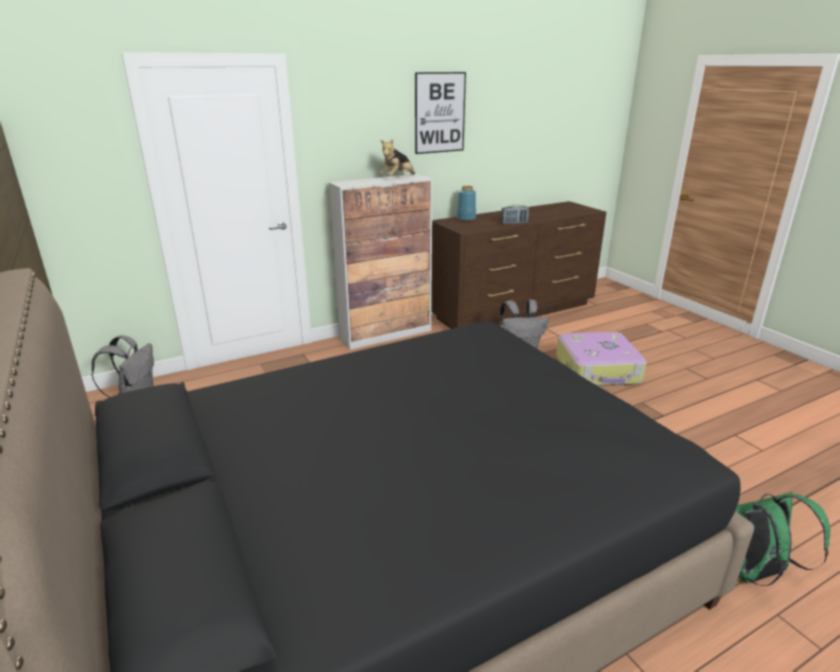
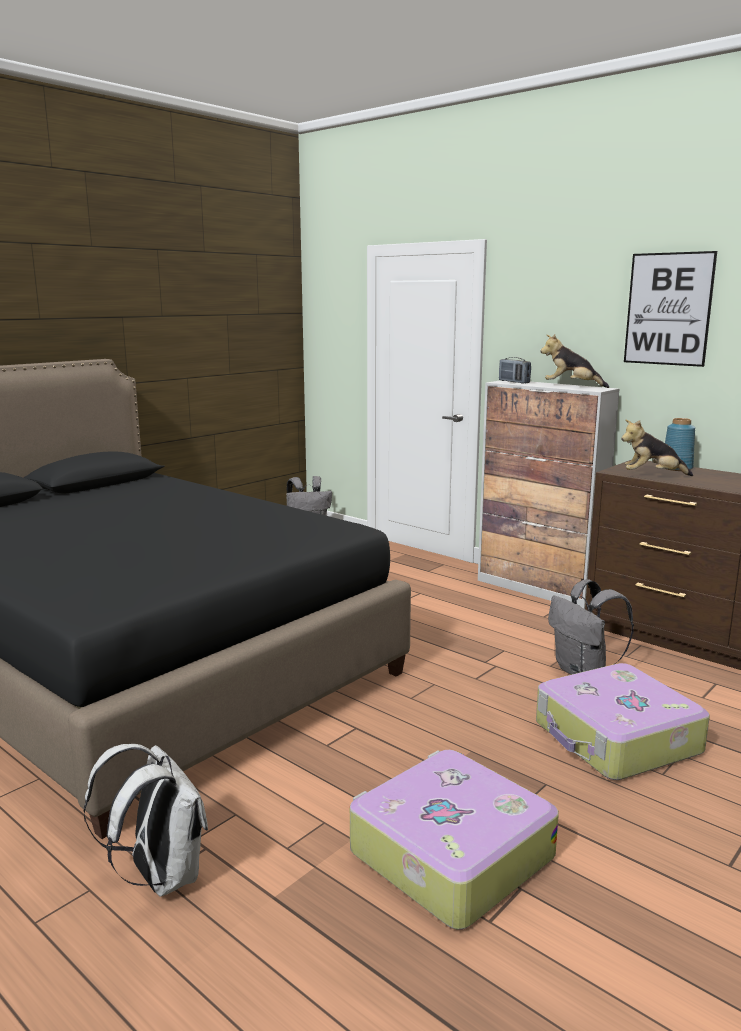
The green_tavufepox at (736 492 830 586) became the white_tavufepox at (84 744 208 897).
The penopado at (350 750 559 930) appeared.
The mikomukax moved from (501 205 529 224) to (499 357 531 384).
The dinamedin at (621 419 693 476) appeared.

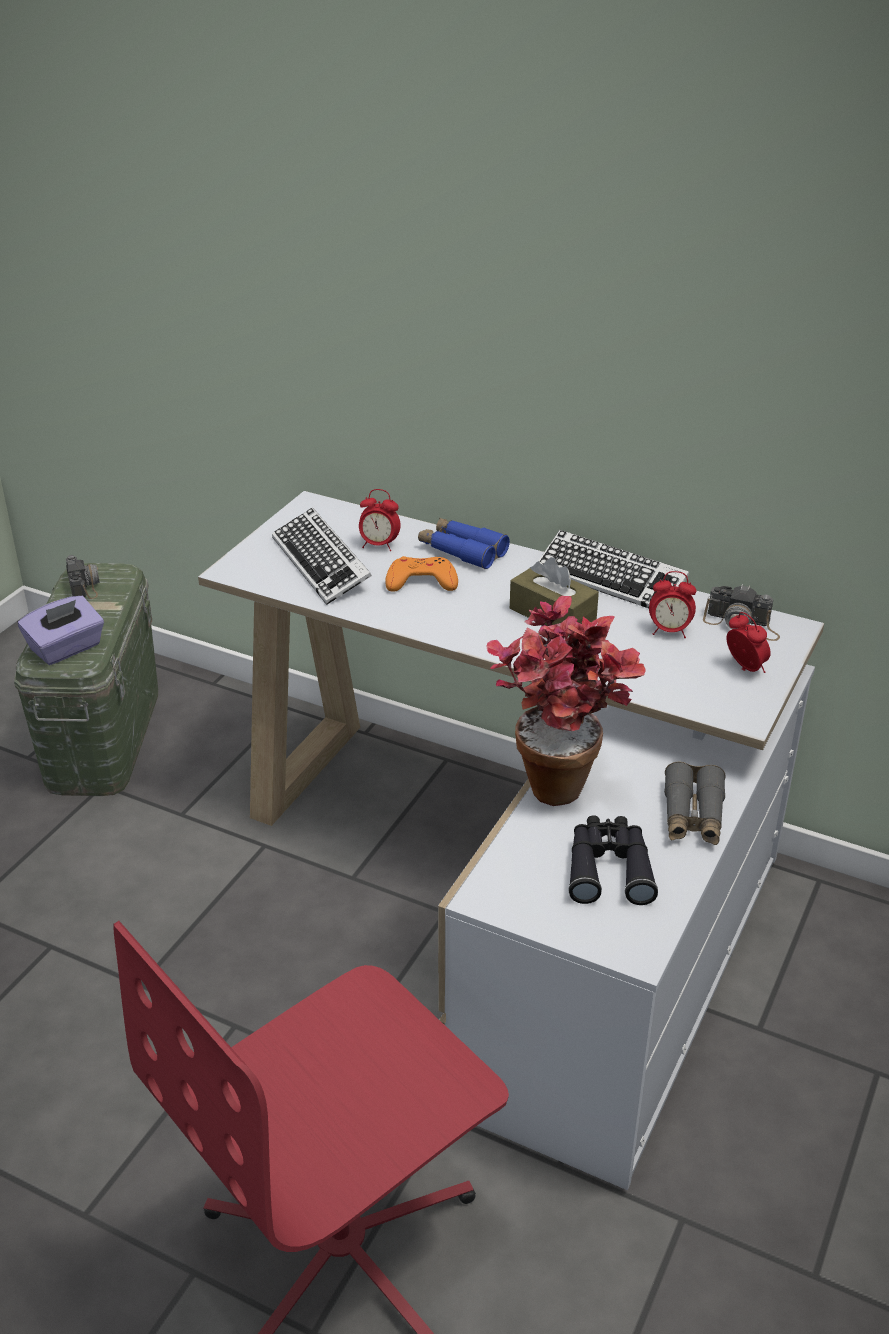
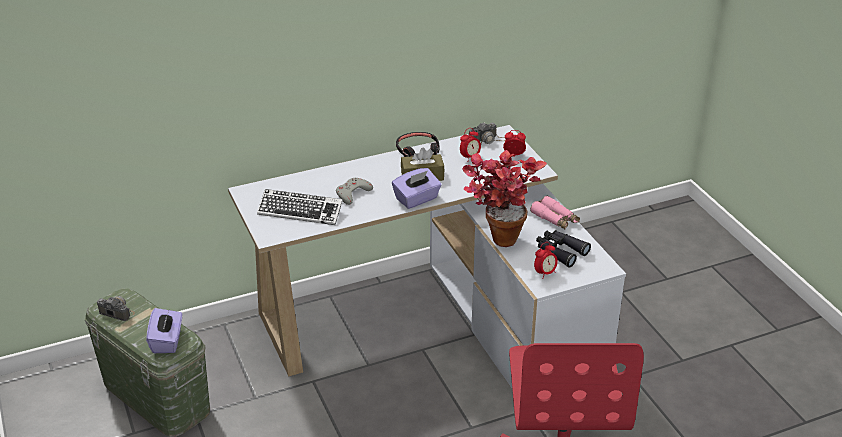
The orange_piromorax at (385 556 458 592) became the grey_piromorax at (336 178 373 205).
The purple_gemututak at (392 168 442 209) appeared.
The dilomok at (539 530 689 608) was replaced by the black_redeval at (396 132 439 157).
The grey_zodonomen at (664 762 726 845) became the pink_zodonomen at (530 196 580 229).
The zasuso moved from (359 489 401 551) to (534 242 558 279).
The blue_zodonomen at (418 518 510 569) disappeared.

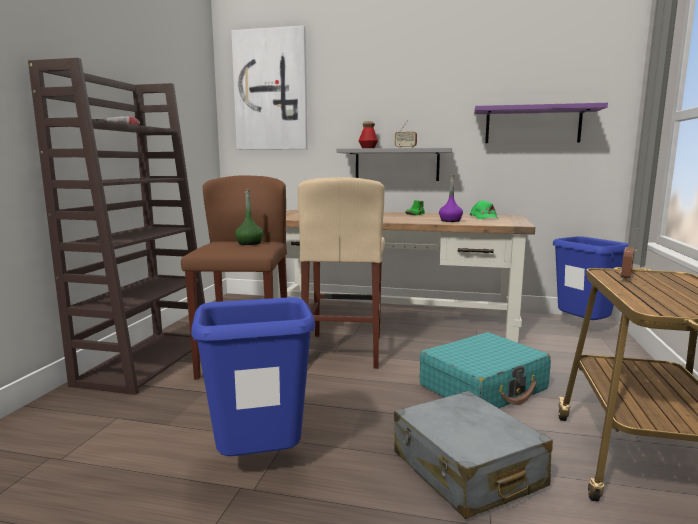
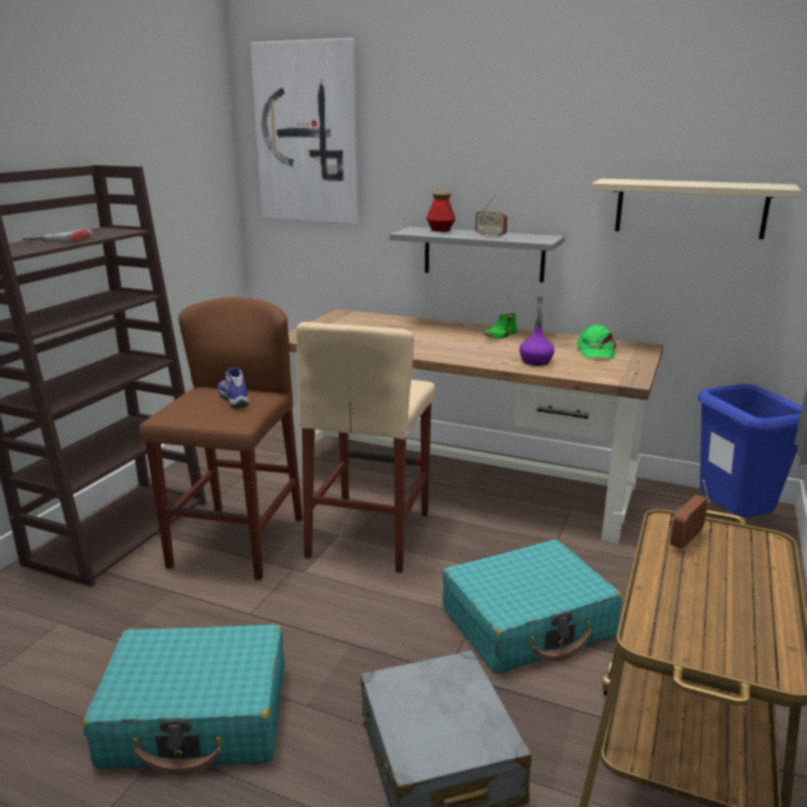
The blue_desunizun at (191 297 315 456) was replaced by the turquoise_penopado at (83 625 285 775).
The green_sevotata at (235 189 264 245) was replaced by the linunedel at (218 367 249 408).
The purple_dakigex at (474 103 608 143) became the beige_dakigex at (591 178 801 239).

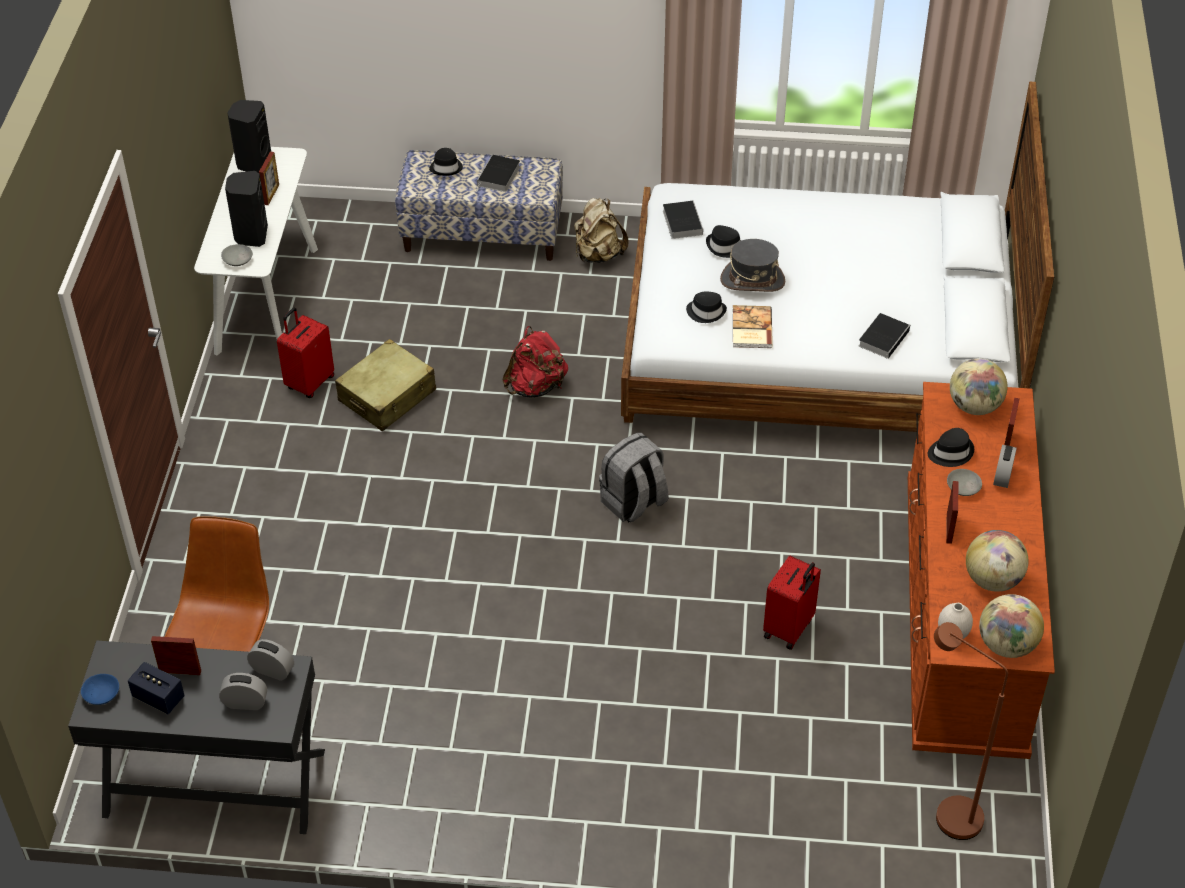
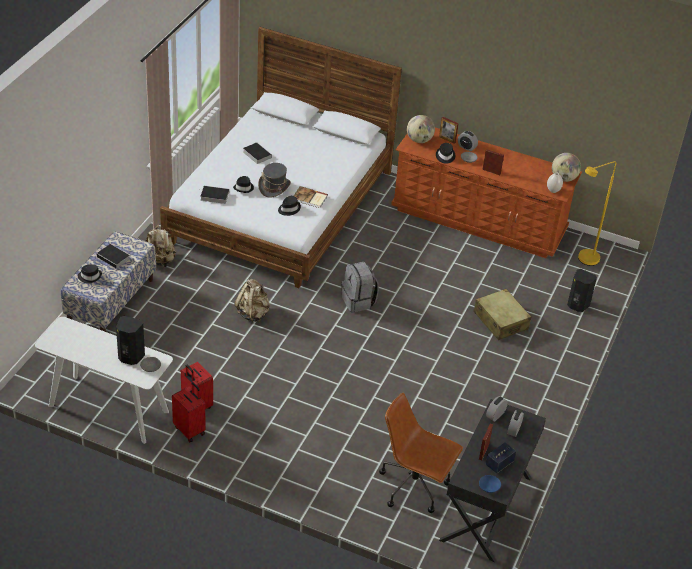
The red_penopado moved from (763 556 821 650) to (172 382 206 442).
The red_tavufepox at (502 326 568 397) became the beige_tavufepox at (234 279 270 323).
The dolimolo moved from (858 313 910 359) to (243 142 272 164).
The beige_penopado moved from (335 339 436 431) to (473 289 531 340).
The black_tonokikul moved from (227 100 271 173) to (567 269 597 312).
The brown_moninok at (934 622 1008 840) became the yellow_moninok at (578 161 616 266).
The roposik at (259 152 279 205) disappeared.
The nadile at (966 530 1028 592) disappeared.

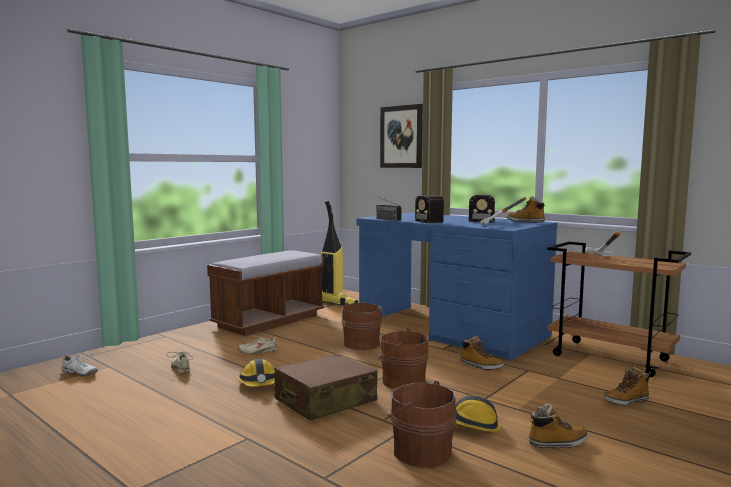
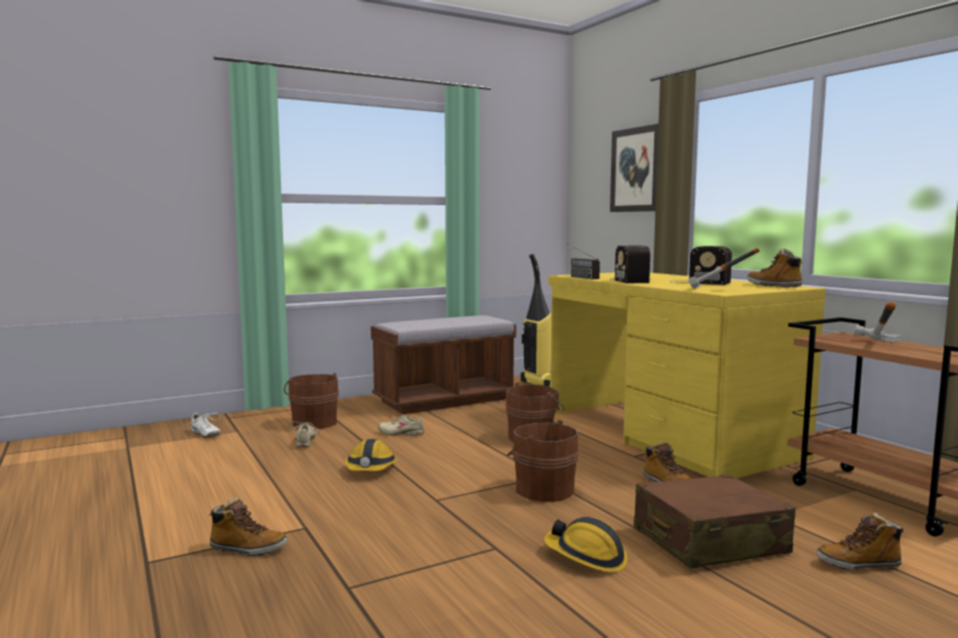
The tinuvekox moved from (529 404 588 448) to (209 497 287 556).
The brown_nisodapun moved from (385 381 457 468) to (284 373 339 430).
The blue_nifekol at (357 212 557 361) became the yellow_nifekol at (548 272 826 478).
The brown_penopado moved from (274 354 378 421) to (634 474 796 569).

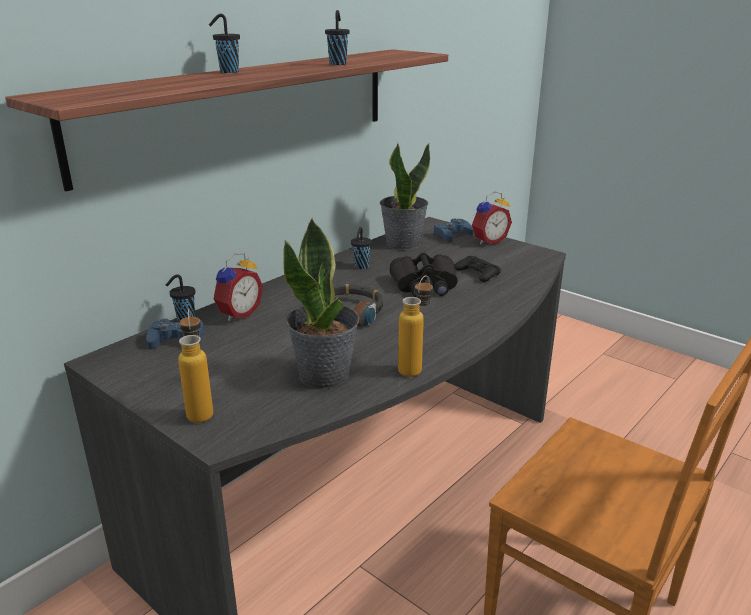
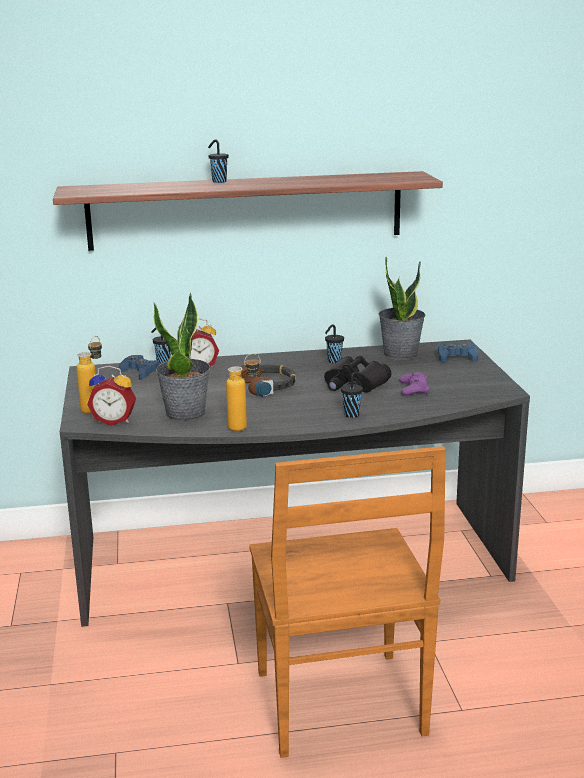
The zasuso moved from (472 191 512 245) to (87 365 136 426).
The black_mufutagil moved from (325 10 350 65) to (341 372 363 418).
The black_piromorax at (455 256 501 282) became the purple_piromorax at (399 372 429 395).

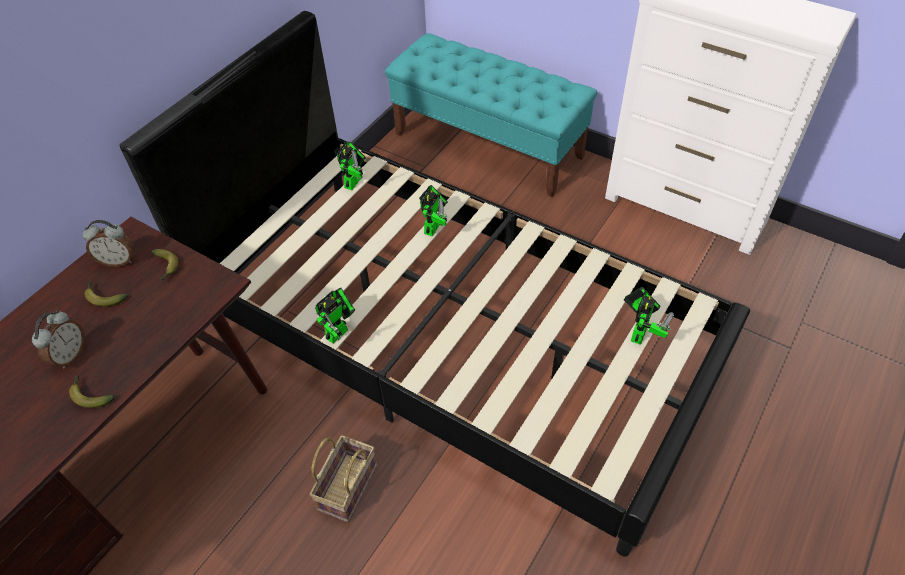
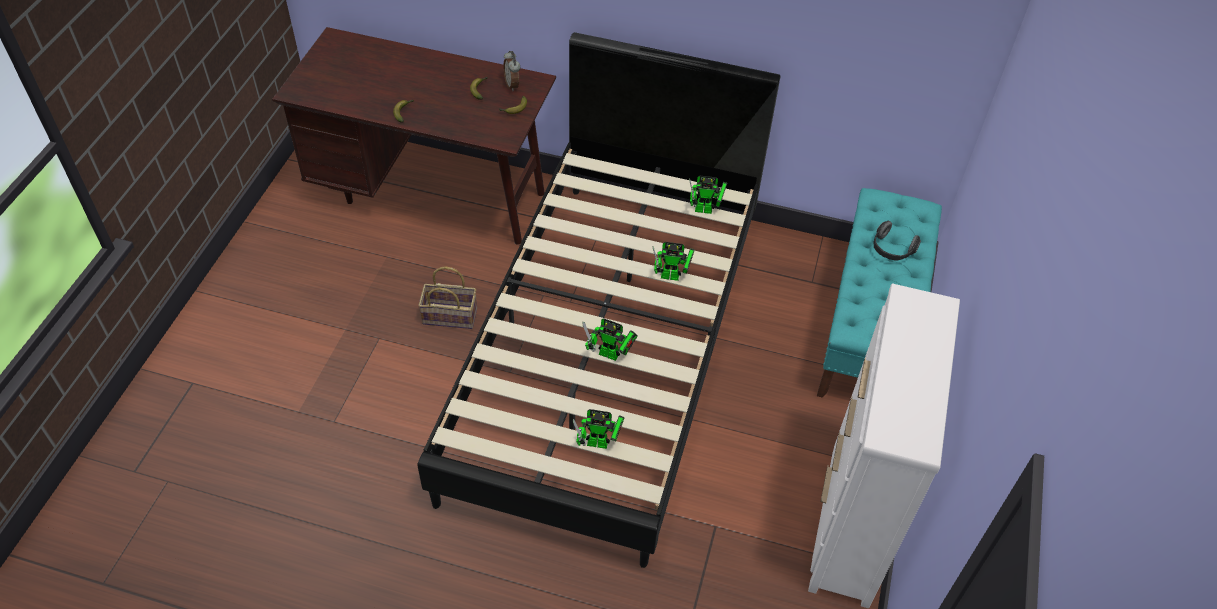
The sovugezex moved from (315 288 355 343) to (583 319 638 361).
The redeval at (873 221 921 261) appeared.
The zasuso at (32 310 85 369) disappeared.

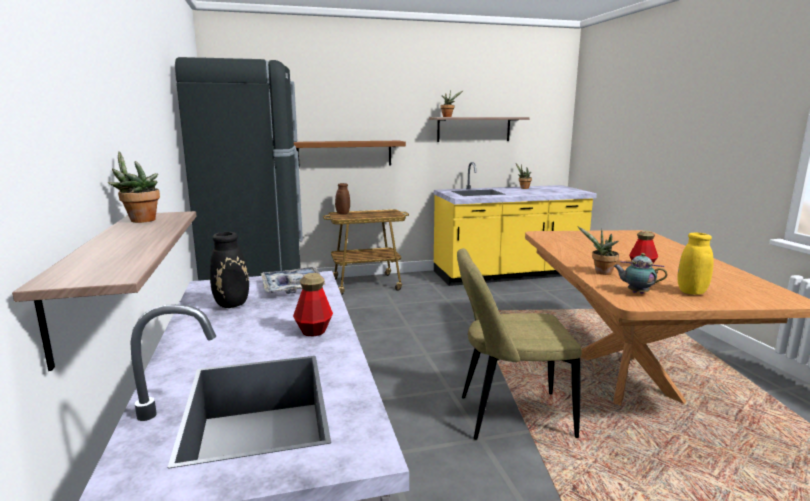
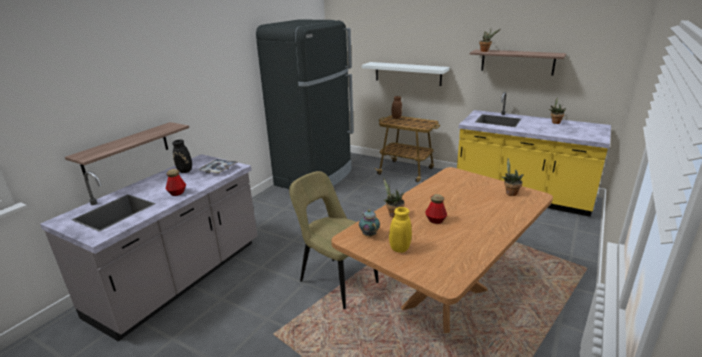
The brown_dakigex at (294 141 406 168) became the white_dakigex at (362 62 449 86).
The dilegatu moved from (107 151 160 223) to (502 158 524 196).

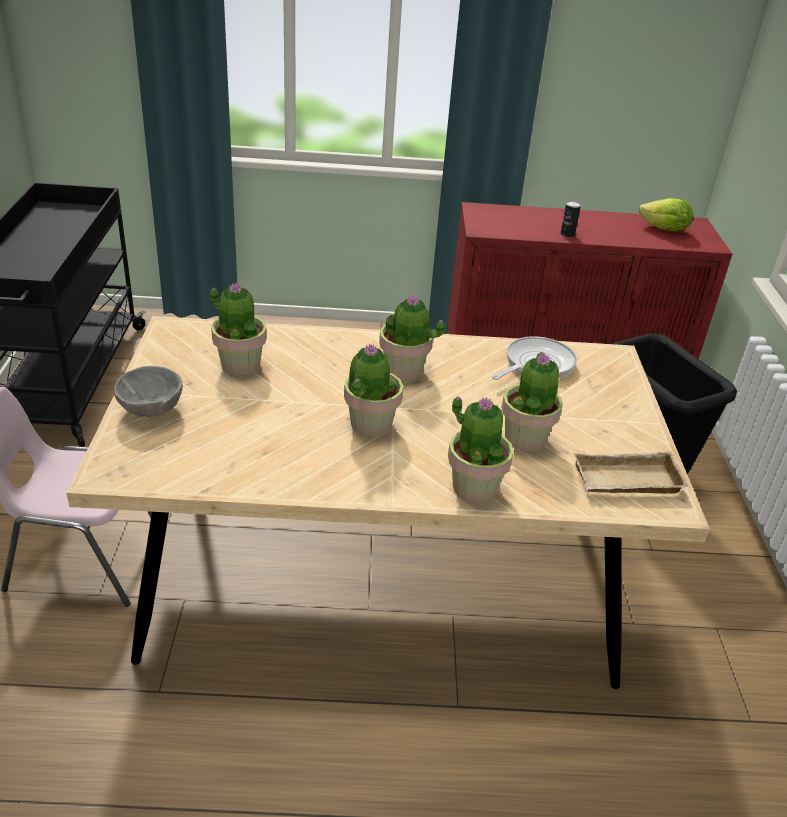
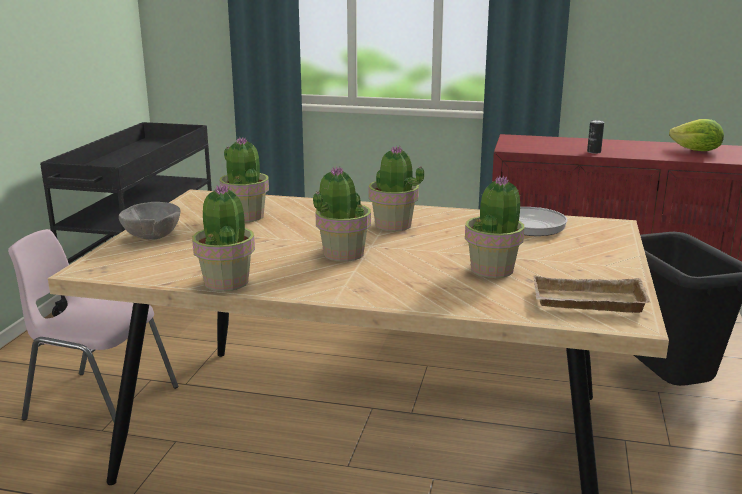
The dilegatu moved from (448 396 514 503) to (192 184 255 291).

